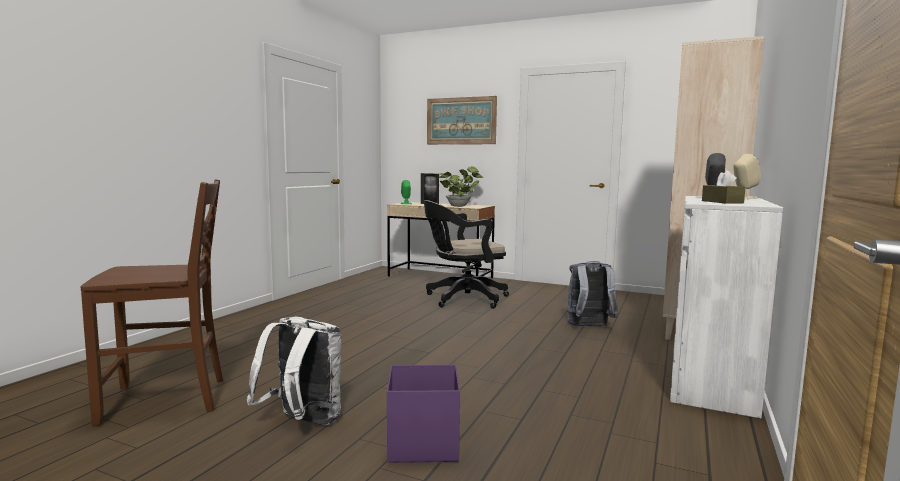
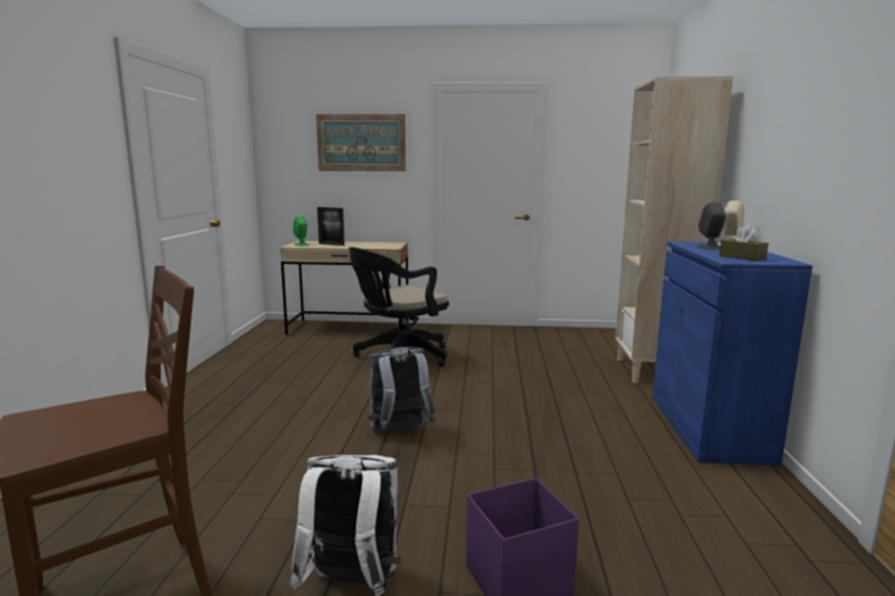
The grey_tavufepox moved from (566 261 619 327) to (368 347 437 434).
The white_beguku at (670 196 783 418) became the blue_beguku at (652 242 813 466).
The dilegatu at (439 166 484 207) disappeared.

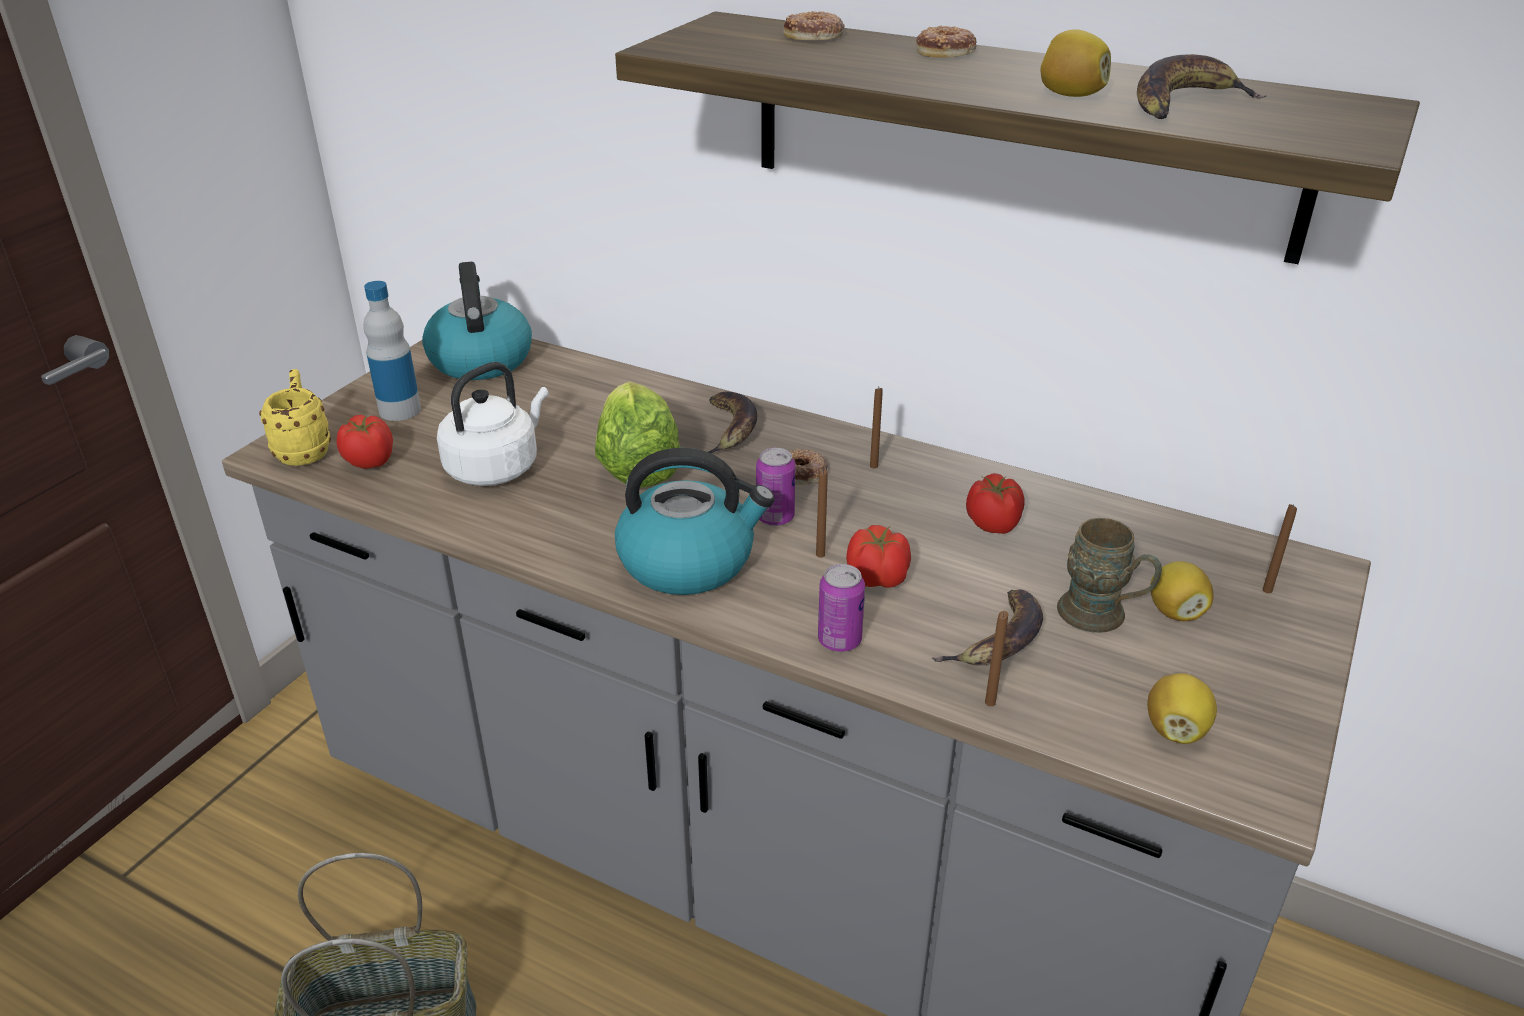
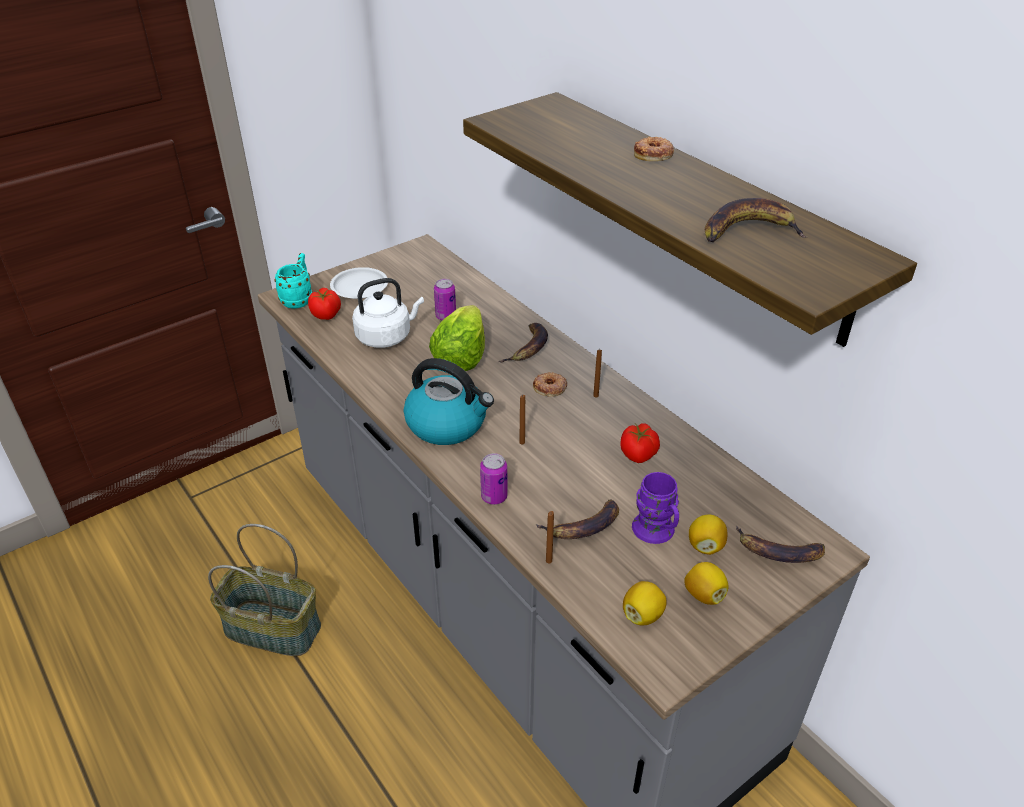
The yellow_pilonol at (259 369 331 466) became the turquoise_pilonol at (274 253 312 309).
The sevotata at (364 281 421 421) was replaced by the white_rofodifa at (330 267 388 299).
The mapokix moved from (756 448 796 526) to (434 279 456 320).
The brown_pilonol at (1057 518 1162 633) became the purple_pilonol at (632 472 679 544).
The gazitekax moved from (1040 29 1111 97) to (684 562 729 605).
The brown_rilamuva at (1263 504 1297 593) was replaced by the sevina at (736 526 825 563).
The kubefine at (422 262 532 380) disappeared.
The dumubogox at (784 11 844 40) disappeared.
The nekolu at (846 525 911 588) disappeared.

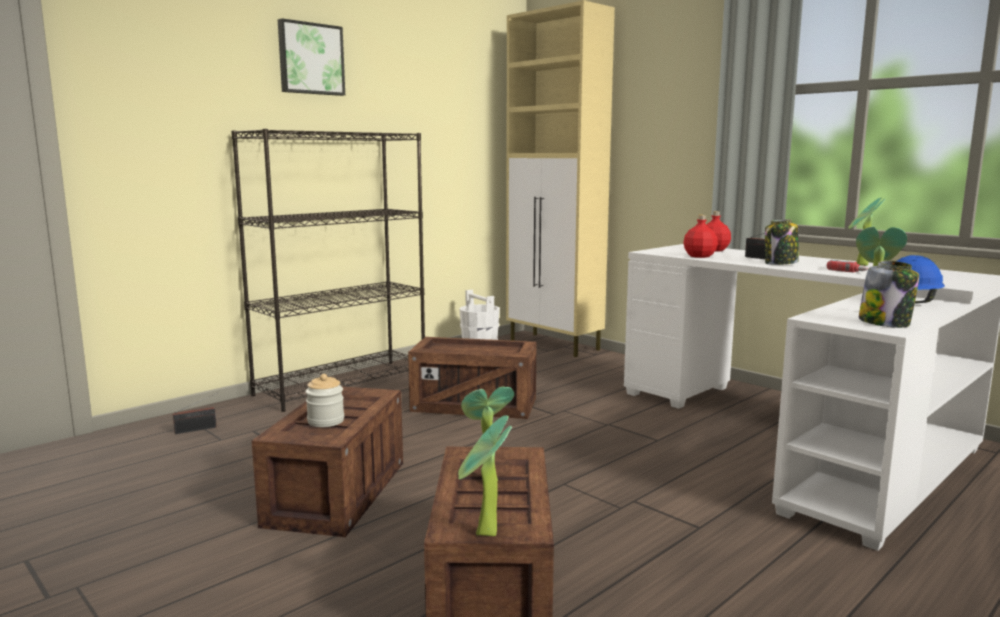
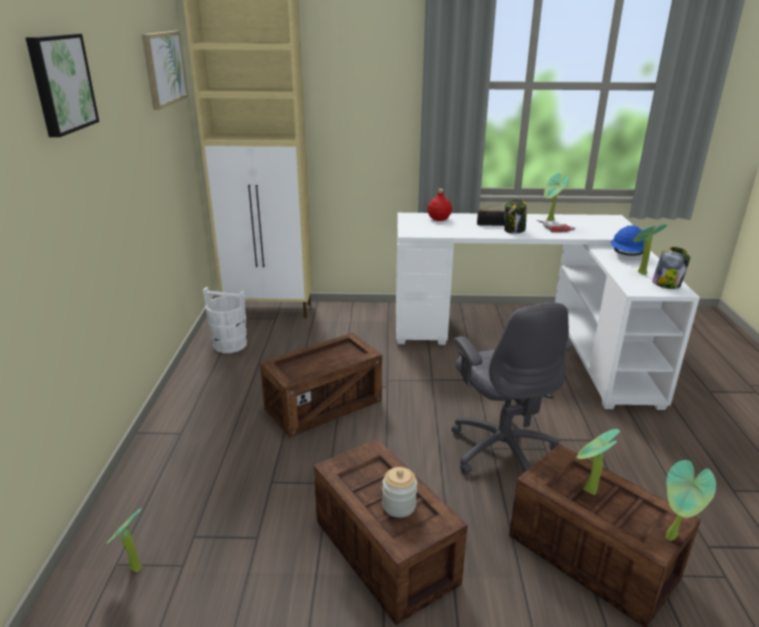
The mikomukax at (173 393 217 434) was replaced by the dilegatu at (106 508 143 573).
The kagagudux at (142 31 188 110) appeared.
The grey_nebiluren at (451 303 573 474) appeared.
The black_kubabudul at (231 129 425 412) disappeared.
The red_sevotata at (683 215 718 258) disappeared.

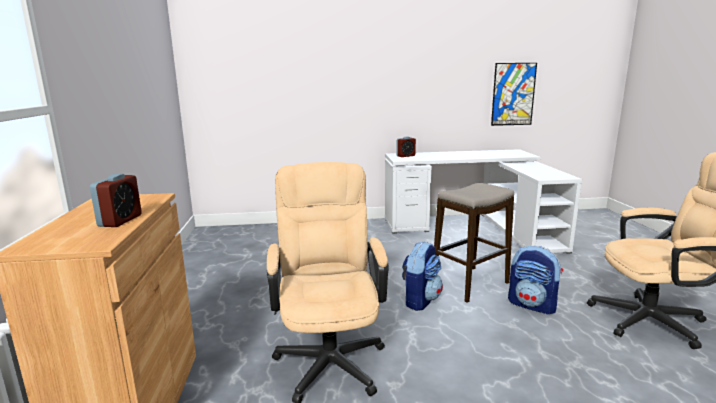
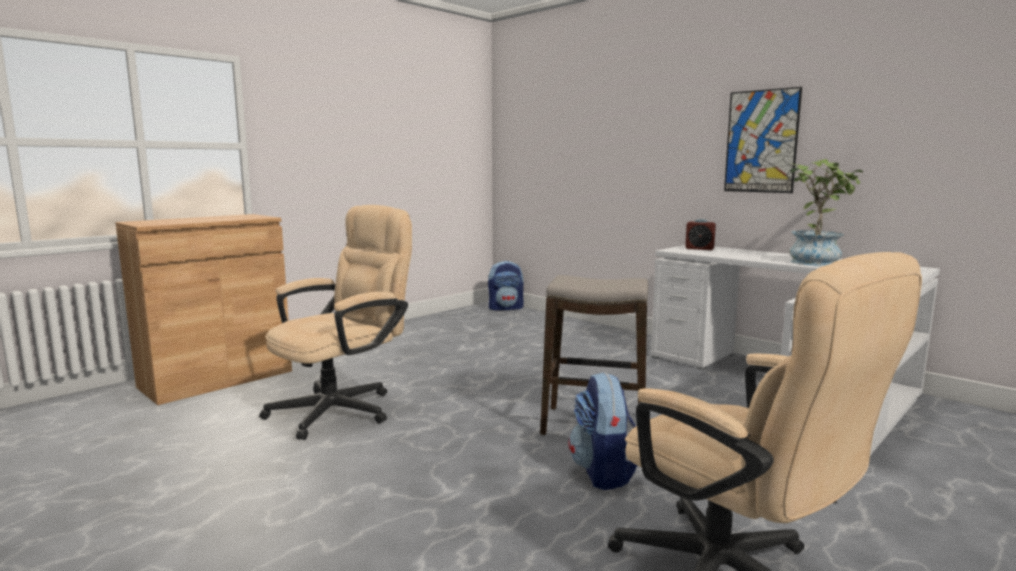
The tavufepox moved from (402 241 443 311) to (488 261 524 311).
The kagagudux moved from (491 63 537 126) to (724 87 802 193).
The dilegatu at (789 159 863 266) appeared.
The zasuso at (90 174 142 227) disappeared.

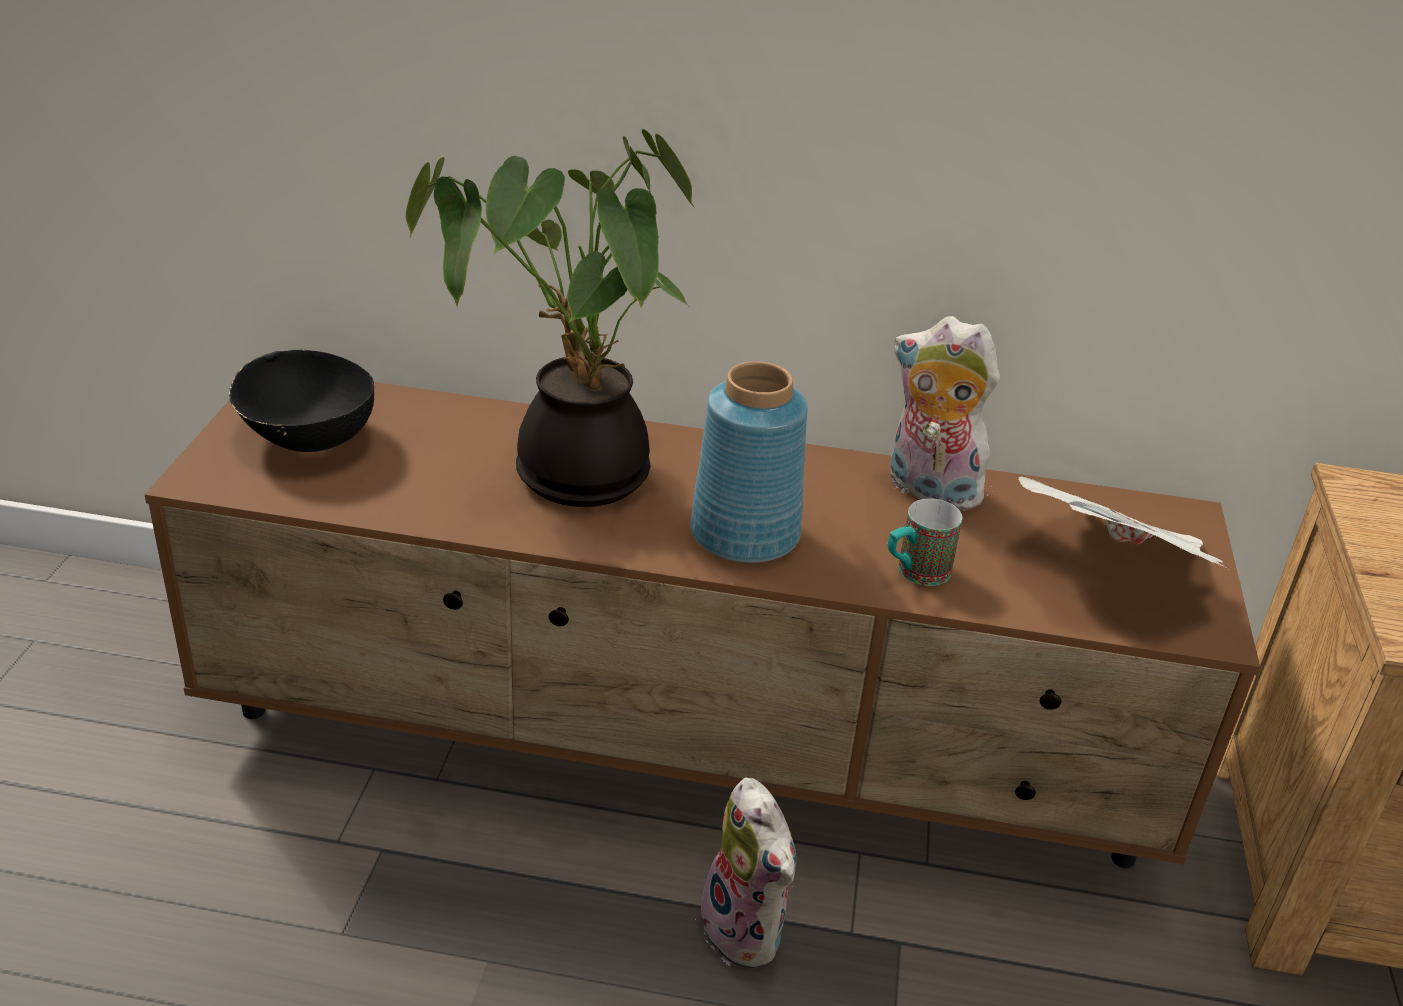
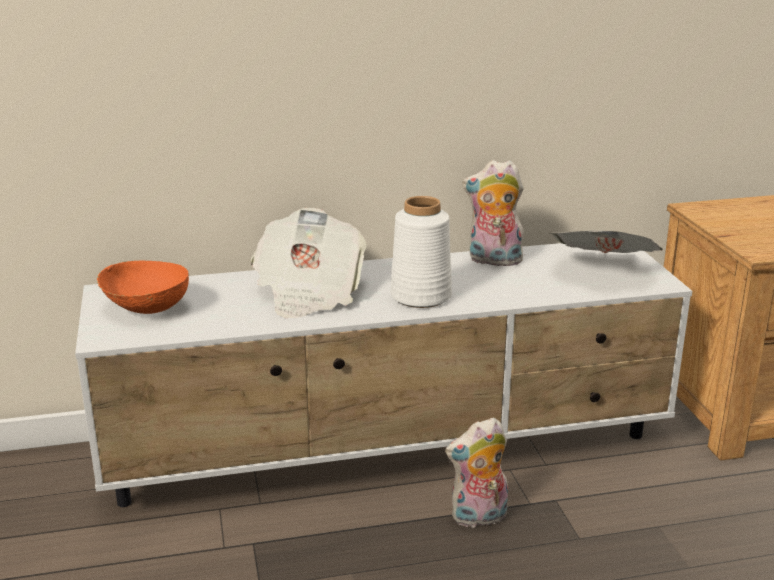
The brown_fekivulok at (145 382 1260 868) became the white_fekivulok at (75 243 692 507).
The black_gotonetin at (228 349 374 452) became the orange_gotonetin at (97 261 189 314).
The dilegatu at (406 129 695 507) was replaced by the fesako at (251 208 367 318).
The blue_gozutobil at (690 361 808 563) became the white_gozutobil at (390 196 452 308).
The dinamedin at (701 778 796 968) turned 120 degrees clockwise.
The pilonol at (888 498 962 586) disappeared.

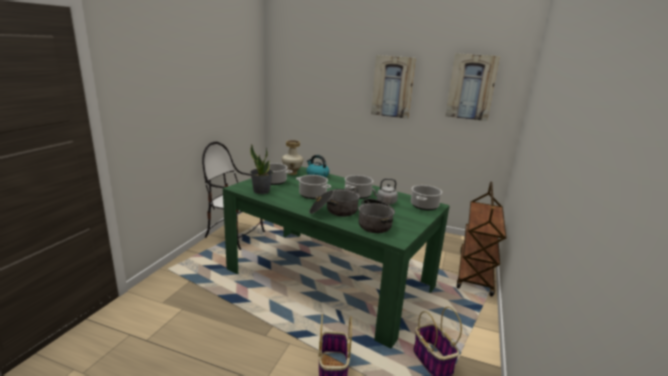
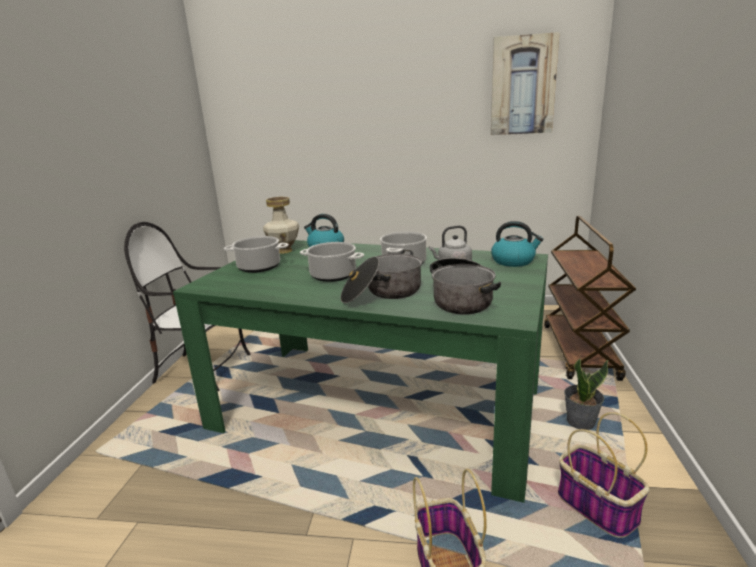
The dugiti at (411 185 442 210) was replaced by the kubefine at (491 221 544 267).
The dilegatu moved from (250 144 273 194) to (564 358 608 430).
The kagagudux at (371 55 416 119) disappeared.

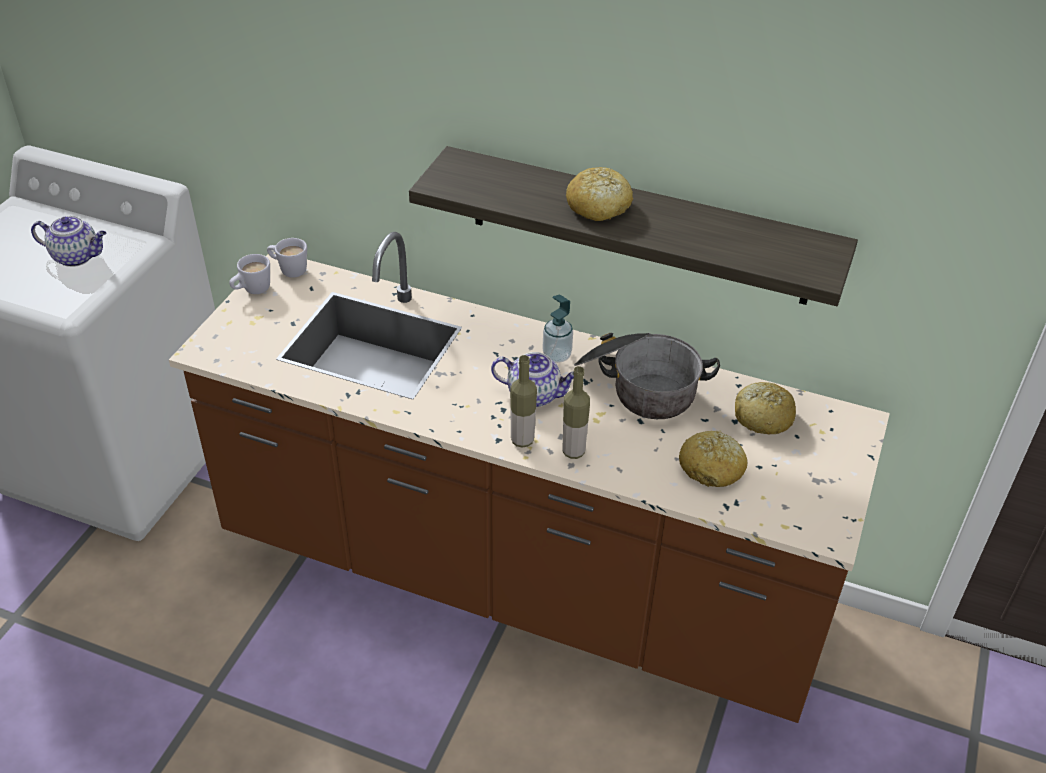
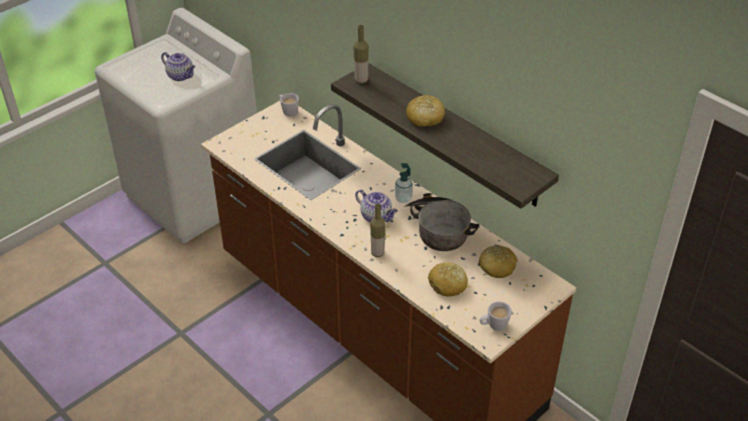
The sevotata moved from (510 355 537 448) to (354 25 369 84).
The white_pilonol moved from (229 254 270 294) to (479 301 512 331).

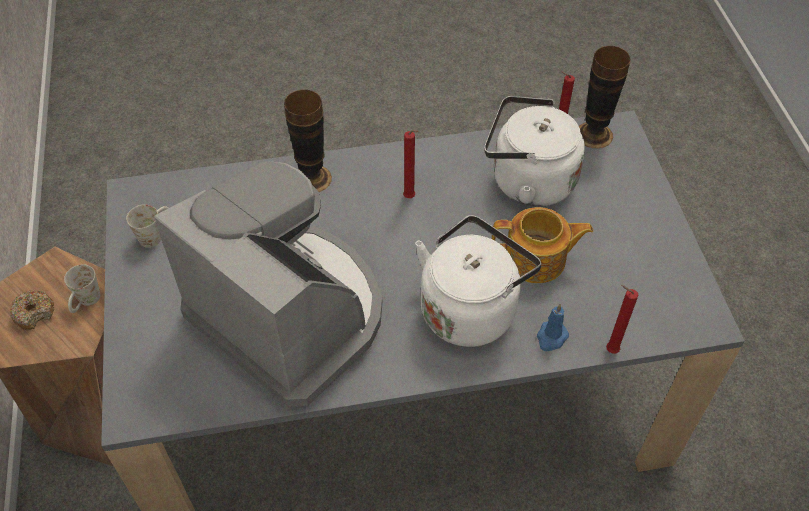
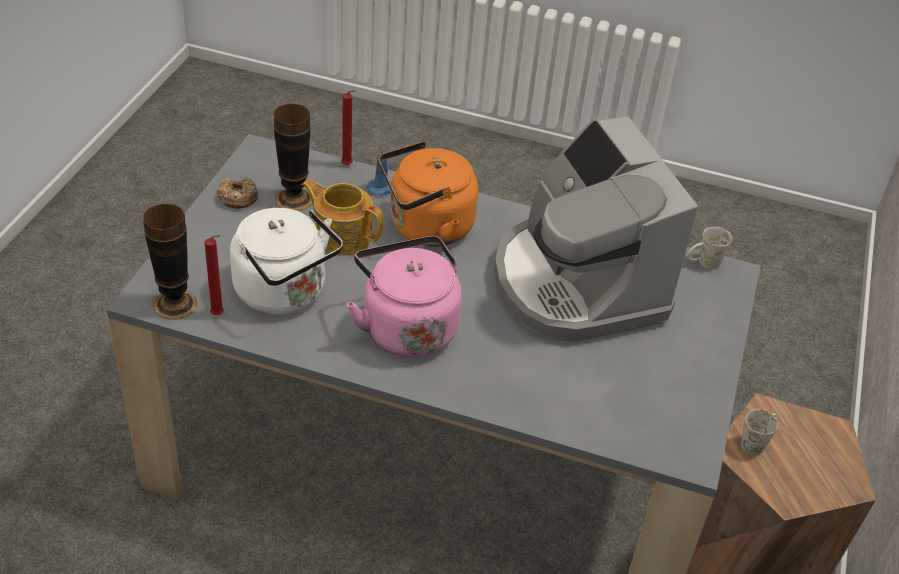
The dumubogox moved from (10 290 54 330) to (218 177 258 209).
The gozutobil moved from (284 90 332 192) to (274 104 312 211).
The red_rilamuva at (403 130 419 198) was replaced by the pink_kubefine at (346 236 462 358).
The white_kubefine at (415 215 541 347) became the orange_kubefine at (379 141 478 247).
The white_pilonol moved from (126 205 169 248) to (687 227 732 269).

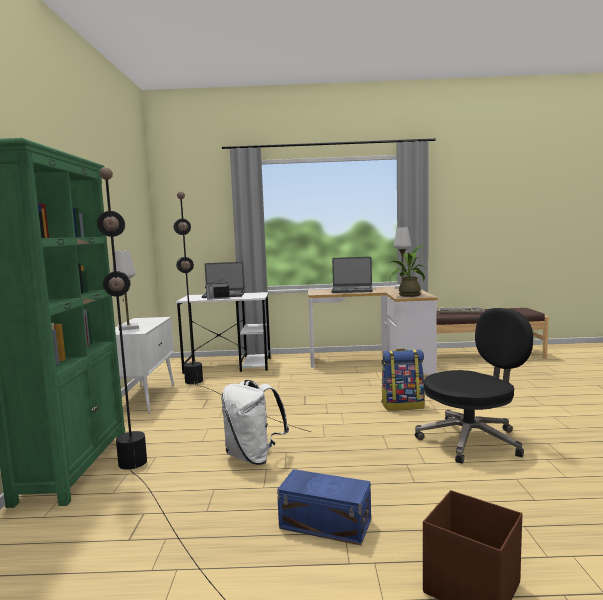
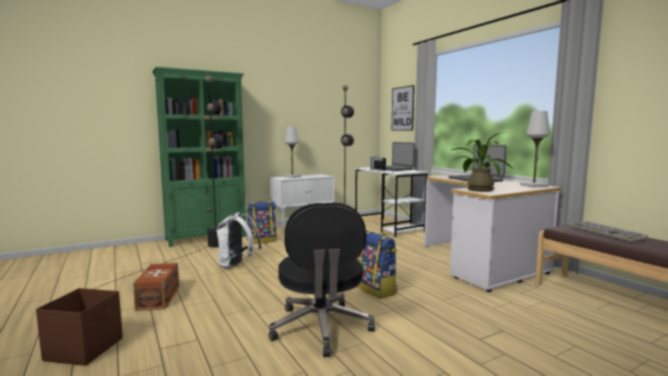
The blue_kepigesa at (277 469 371 545) became the brown_kepigesa at (133 263 179 311).
The tavufepox at (246 201 276 244) appeared.
The black_nebiluren at (415 308 533 464) turned 45 degrees clockwise.
The kagagudux at (391 85 414 131) appeared.

